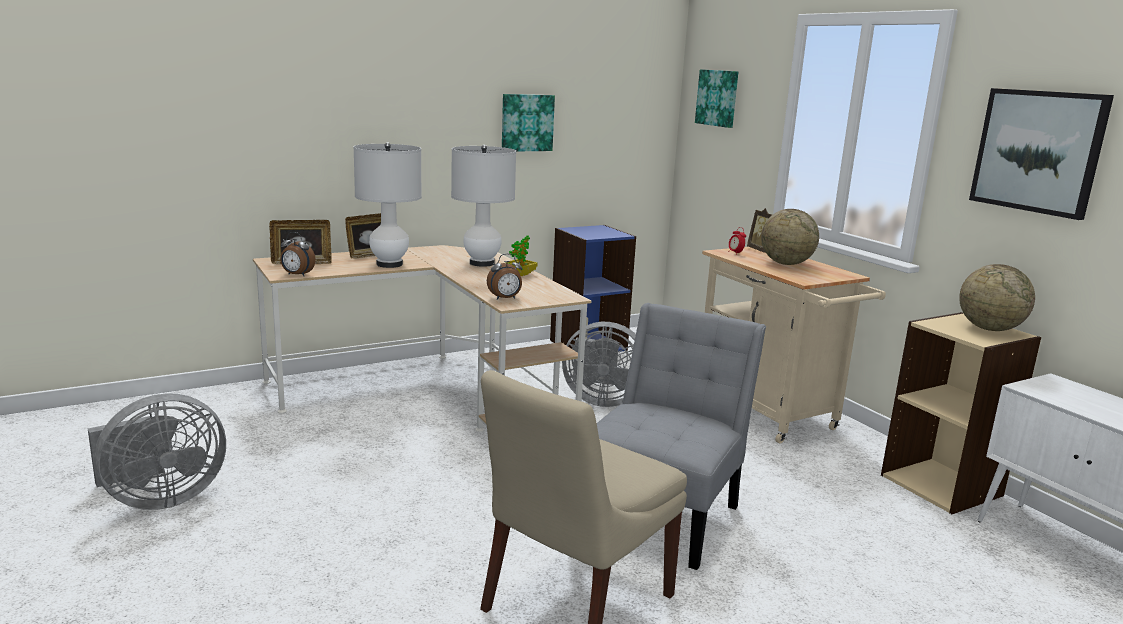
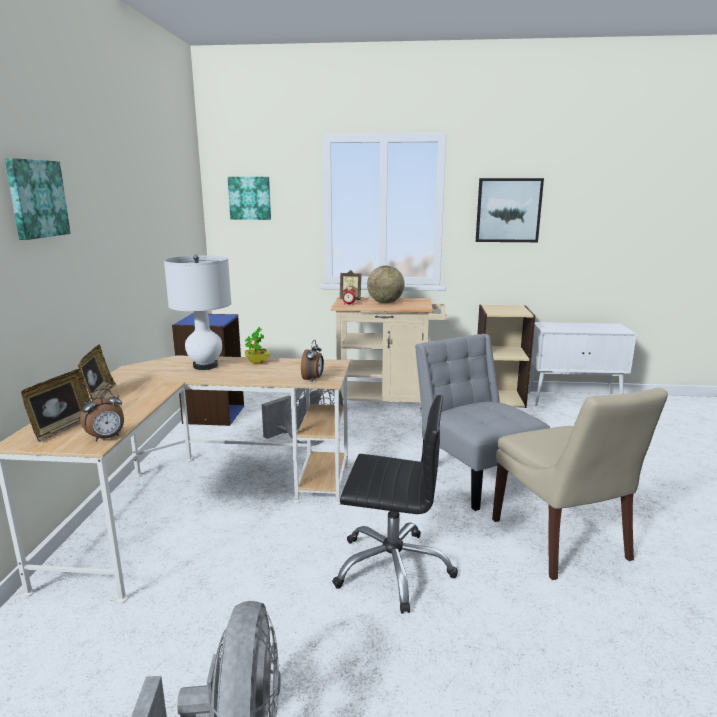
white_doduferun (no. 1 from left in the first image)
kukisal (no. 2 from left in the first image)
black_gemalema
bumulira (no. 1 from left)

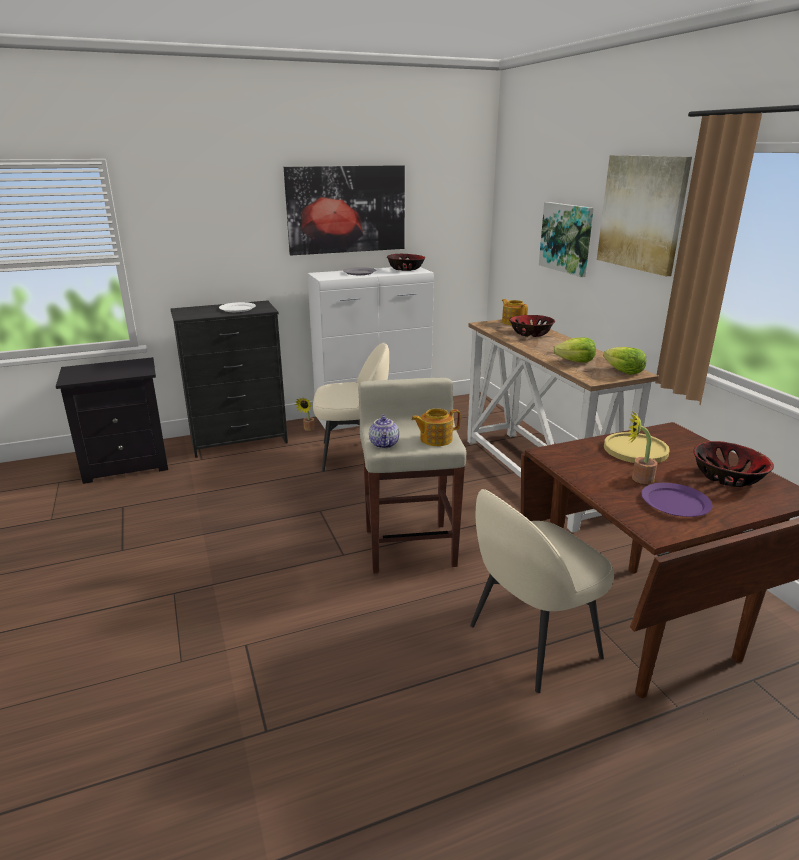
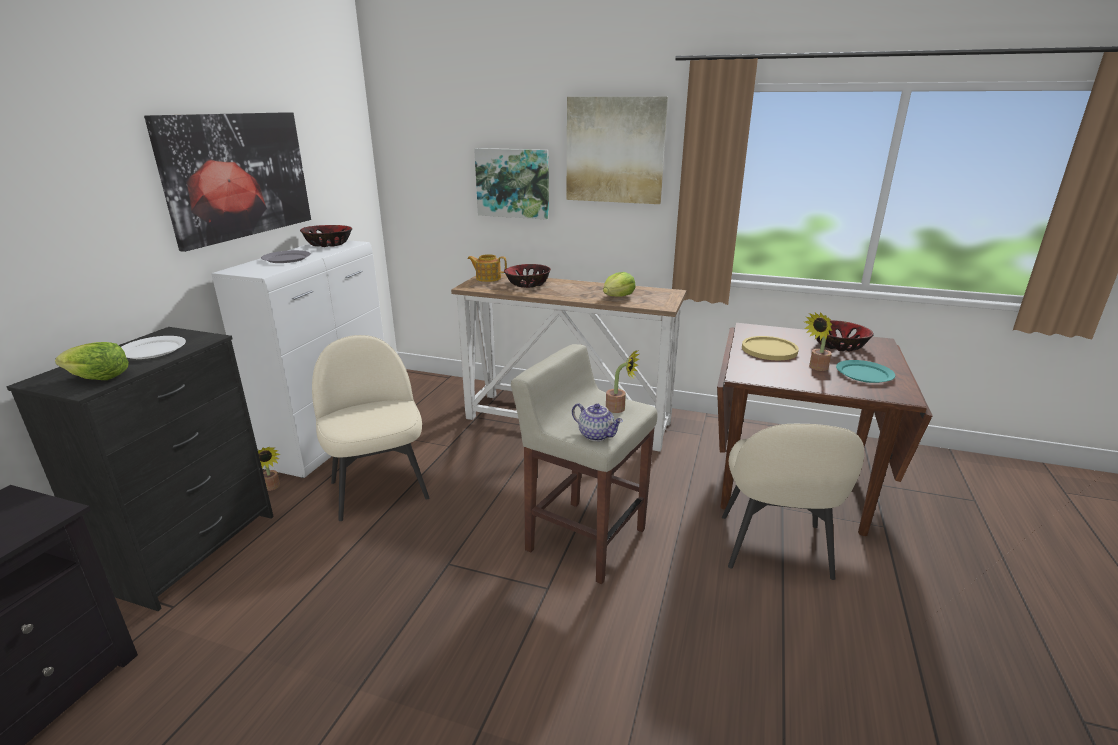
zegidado (no. 1 from left)
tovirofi (no. 2 from left)
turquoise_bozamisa
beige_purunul (no. 1 from left)

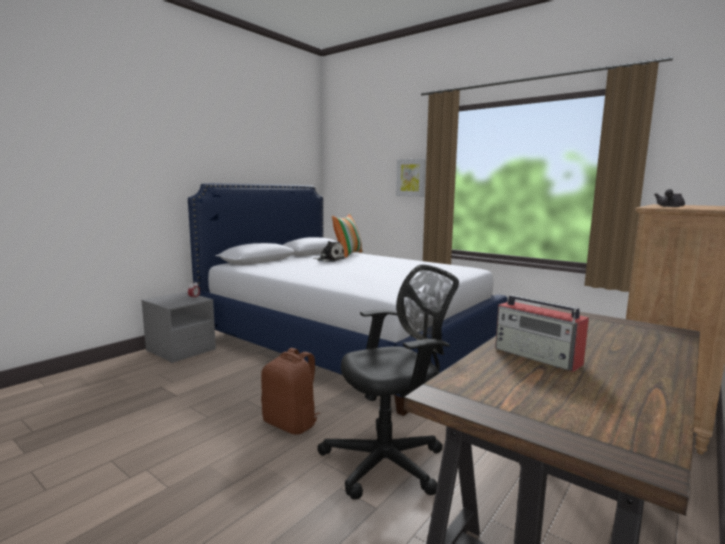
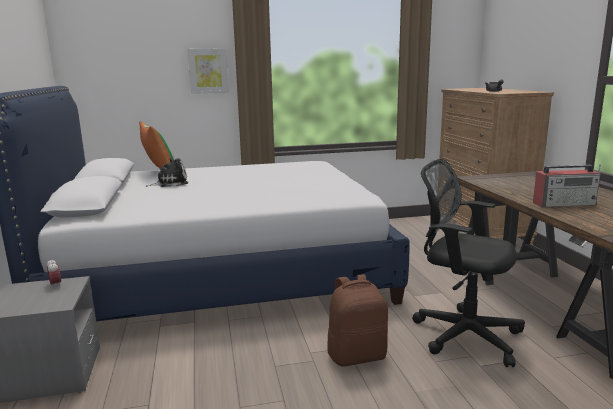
black_gemalema

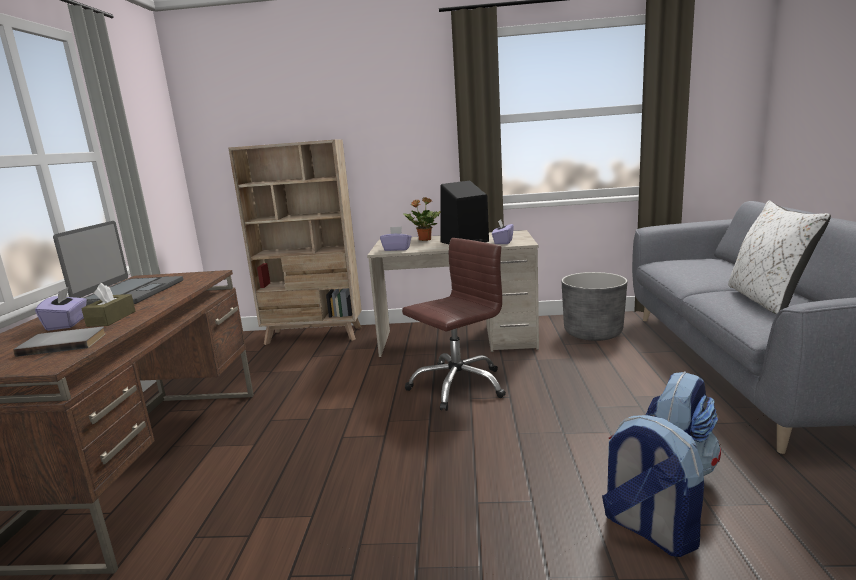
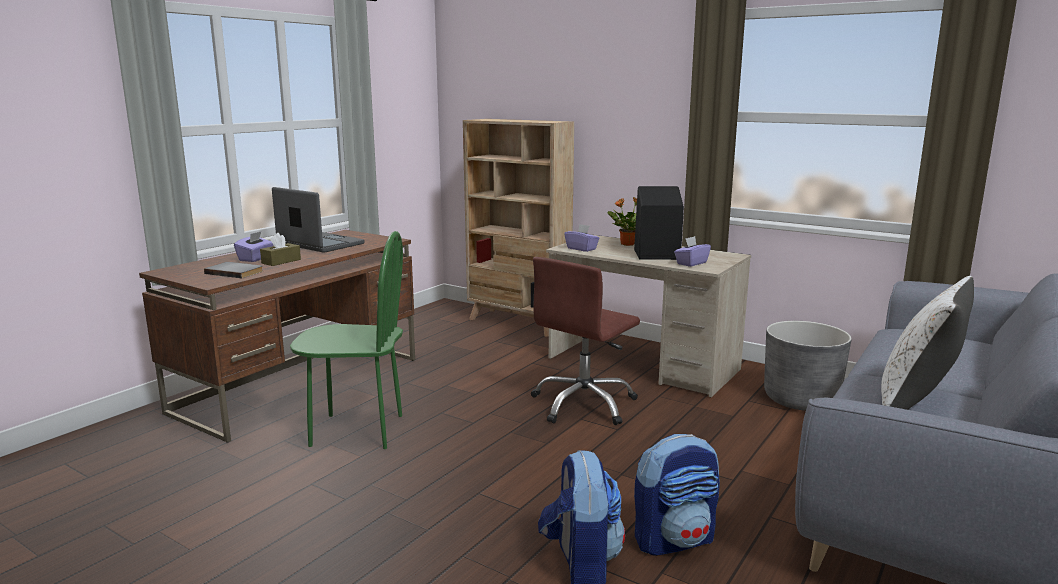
green_purunul
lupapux
brown_gemalema

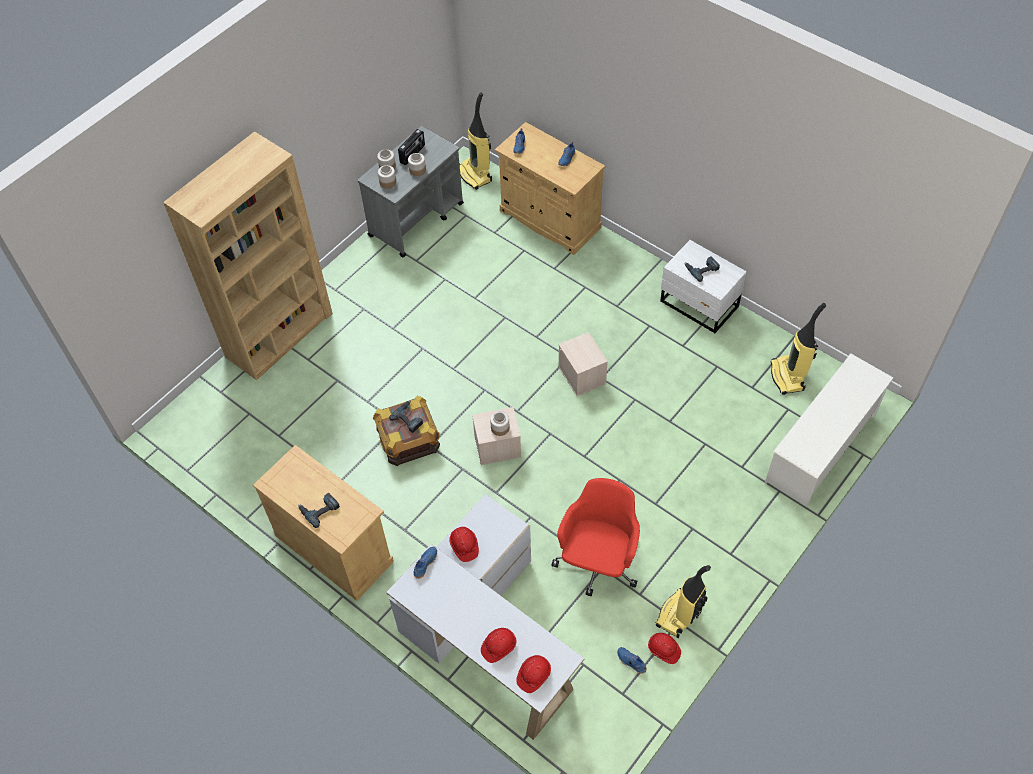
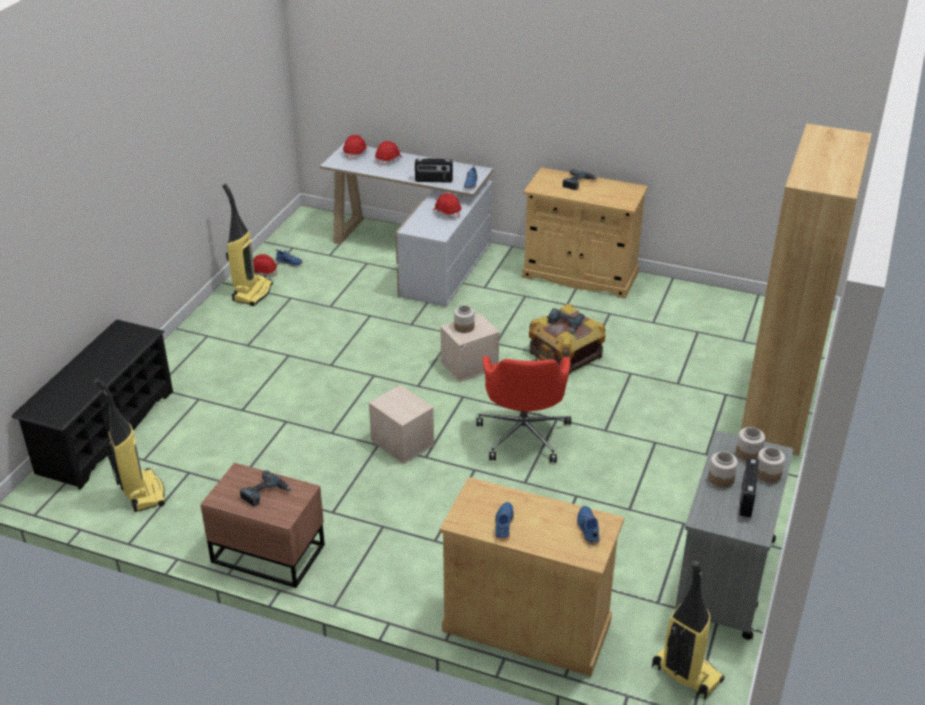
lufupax (no. 1 from left)
red_gemalema
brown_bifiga
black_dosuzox

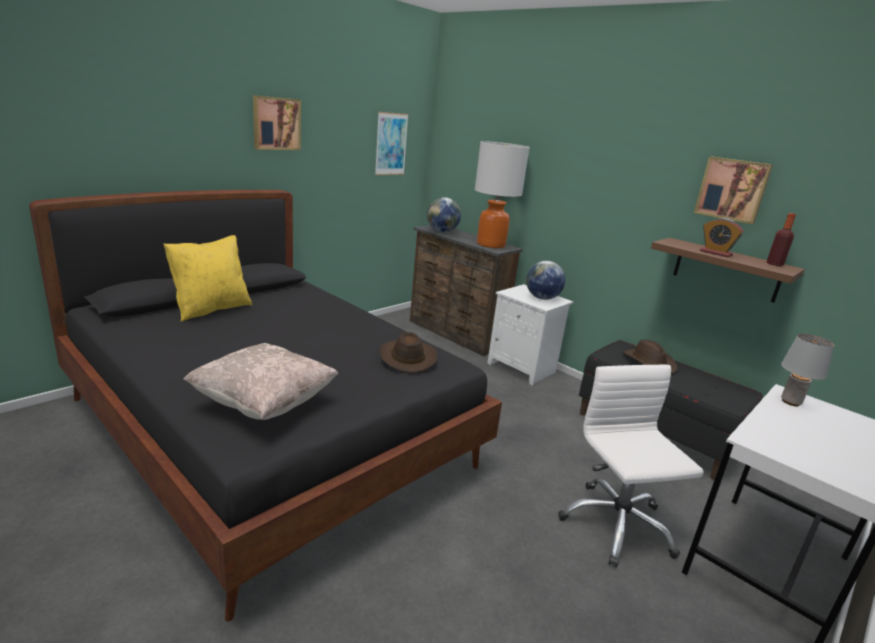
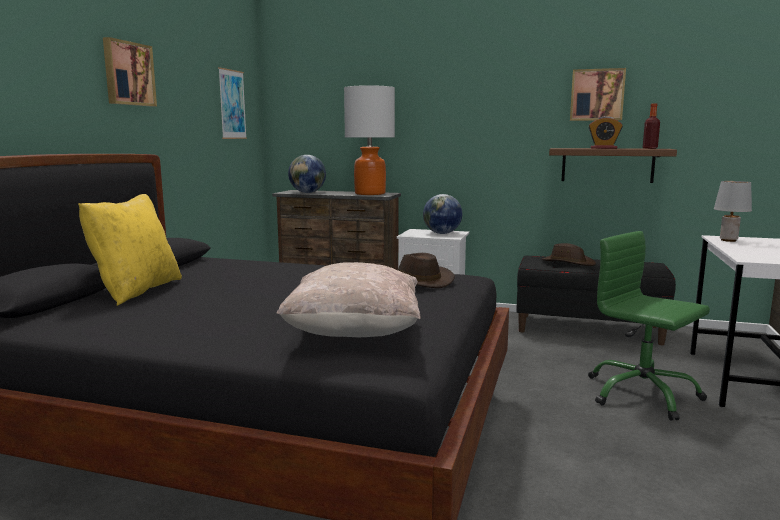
green_gemalema

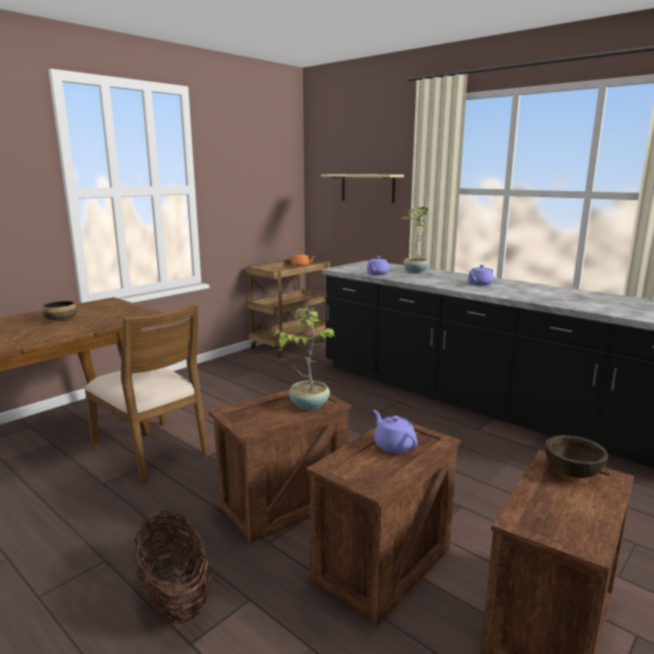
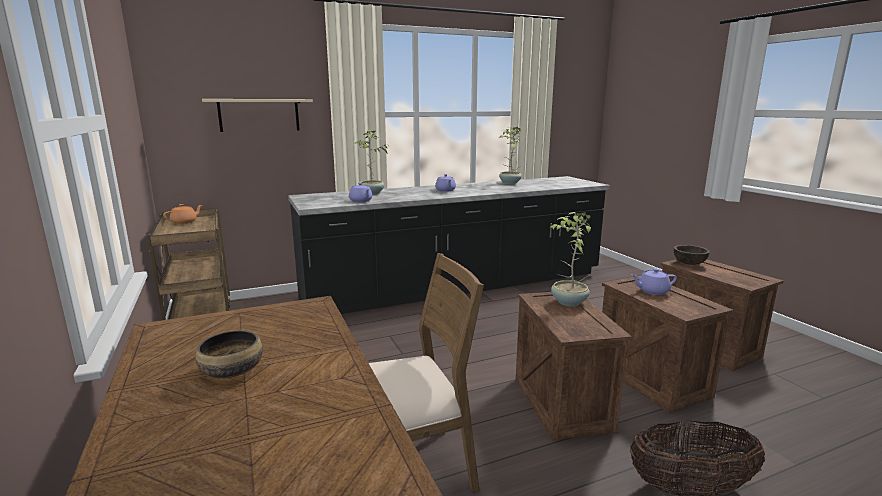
tovirofi (no. 2 from left)

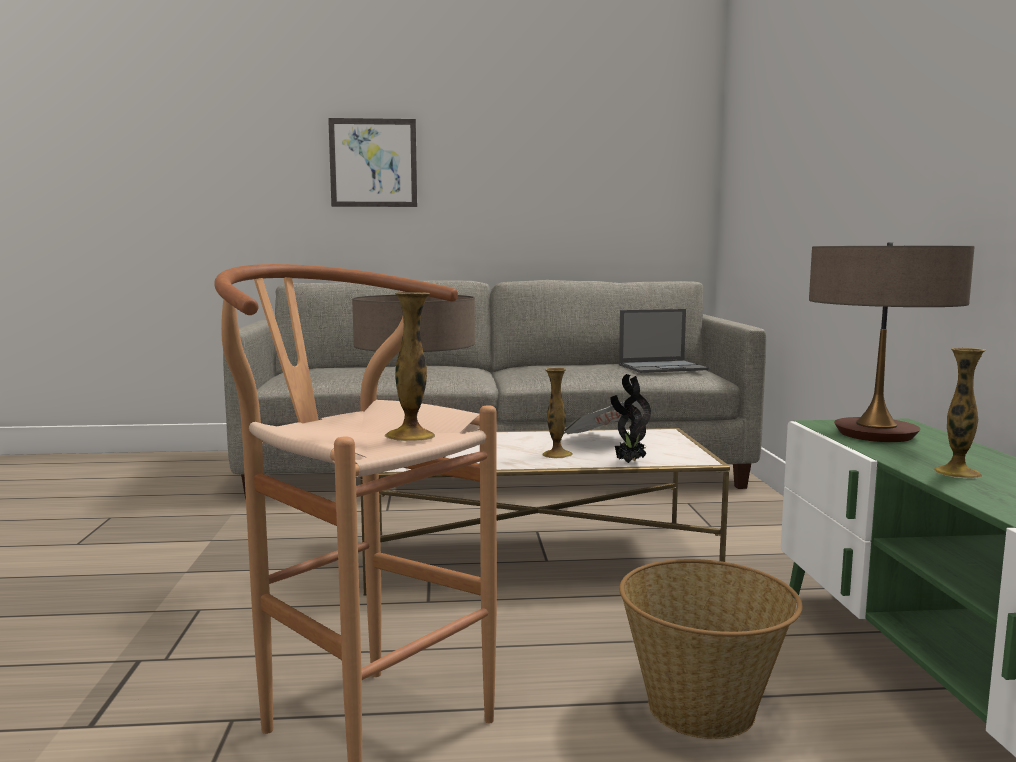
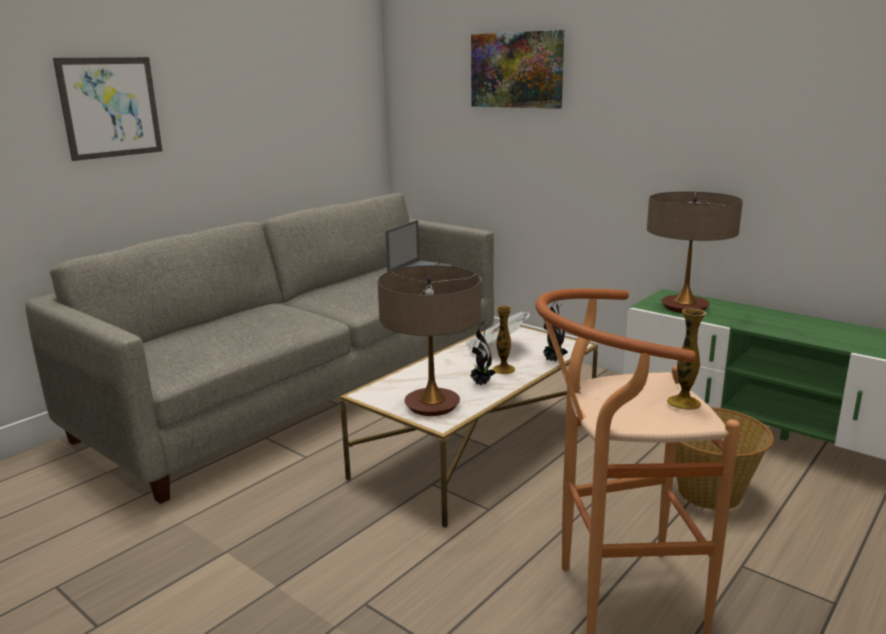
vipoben (no. 3 from left in the first image)
tovirofi (no. 1 from left)
bumulira (no. 2 from left)

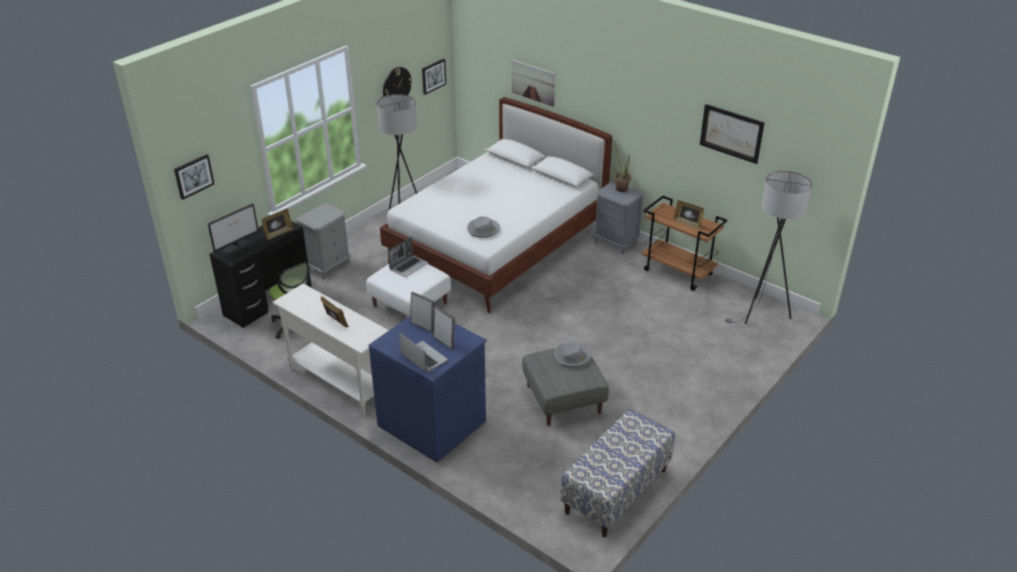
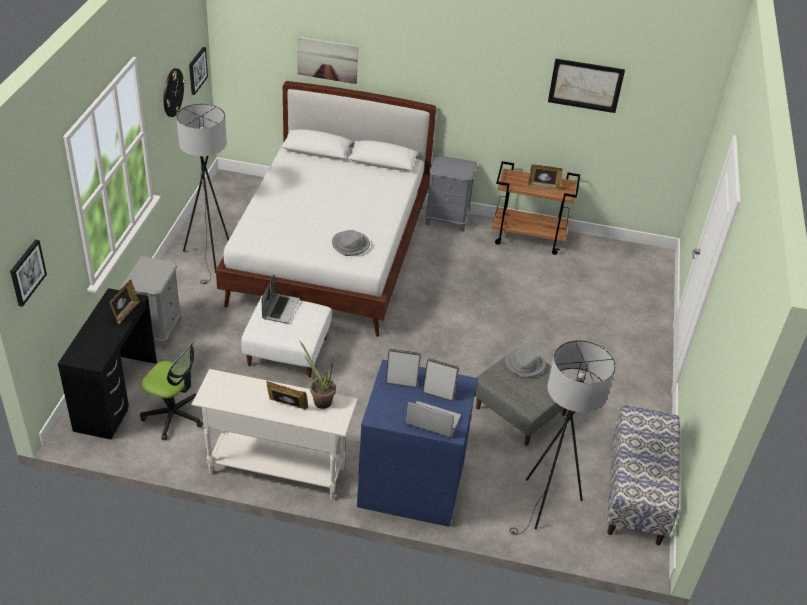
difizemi
tovirofi
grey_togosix (no. 2 from left)

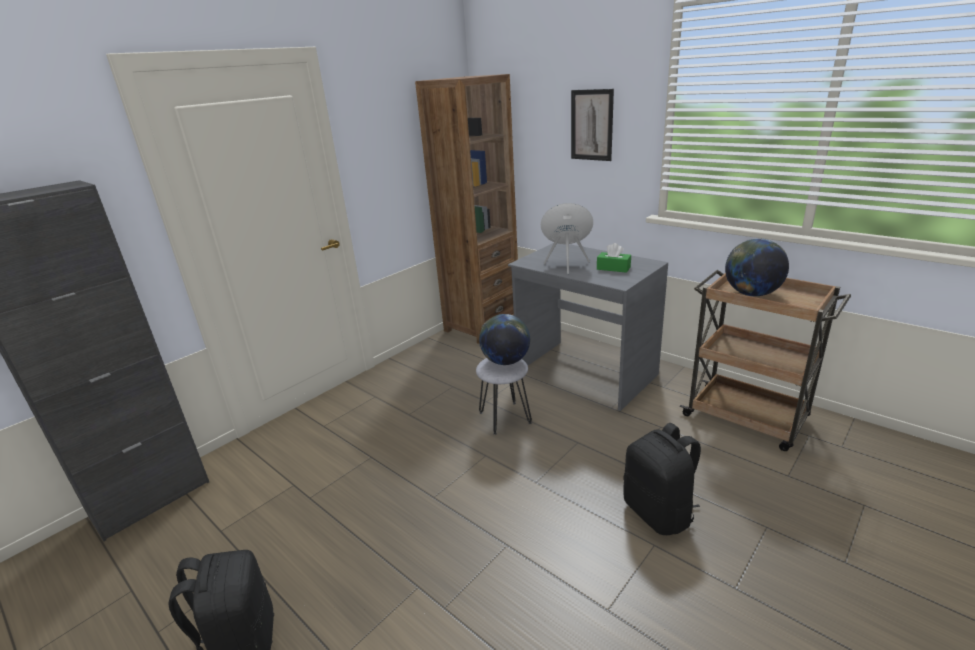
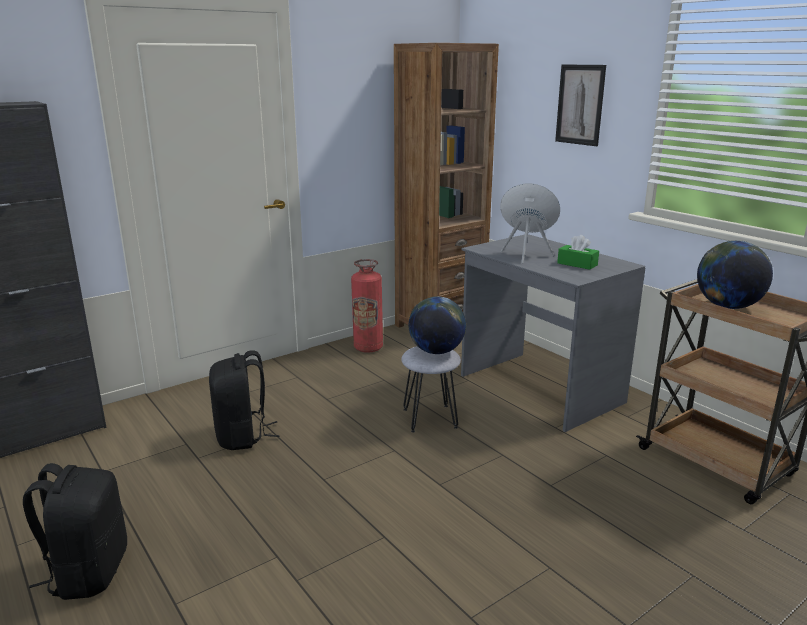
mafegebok
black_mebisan (no. 2 from left)

